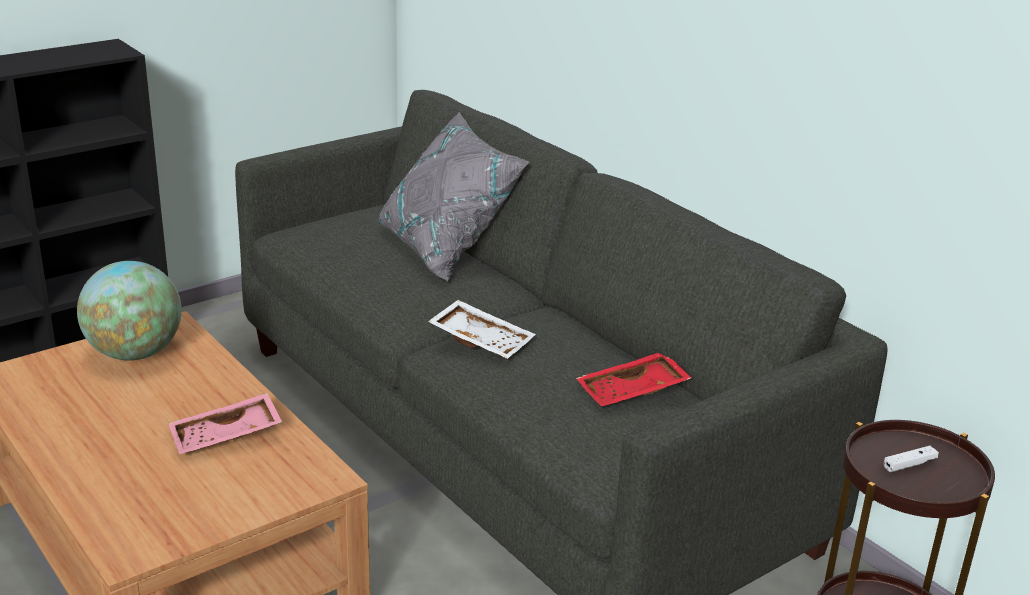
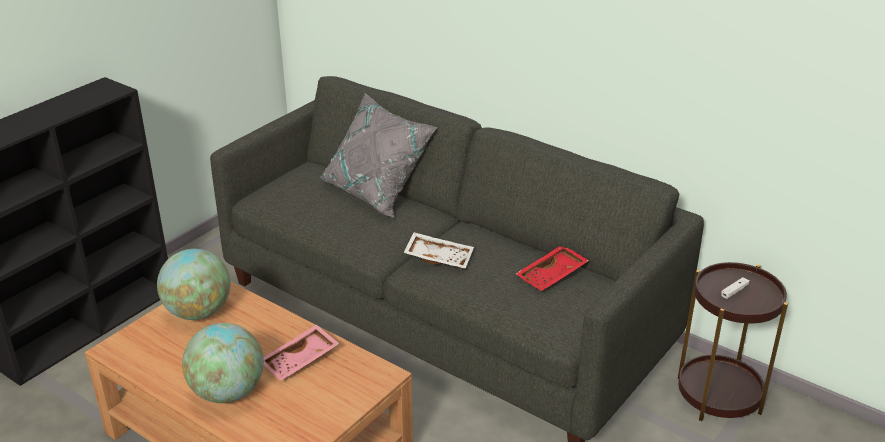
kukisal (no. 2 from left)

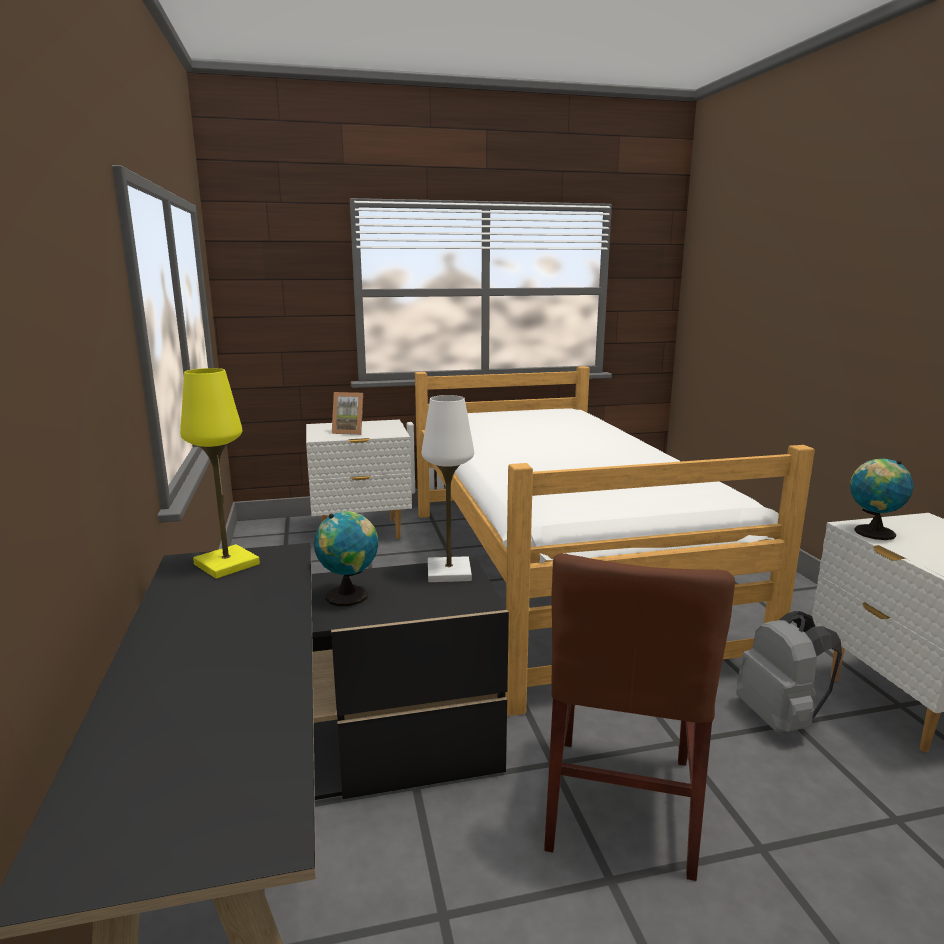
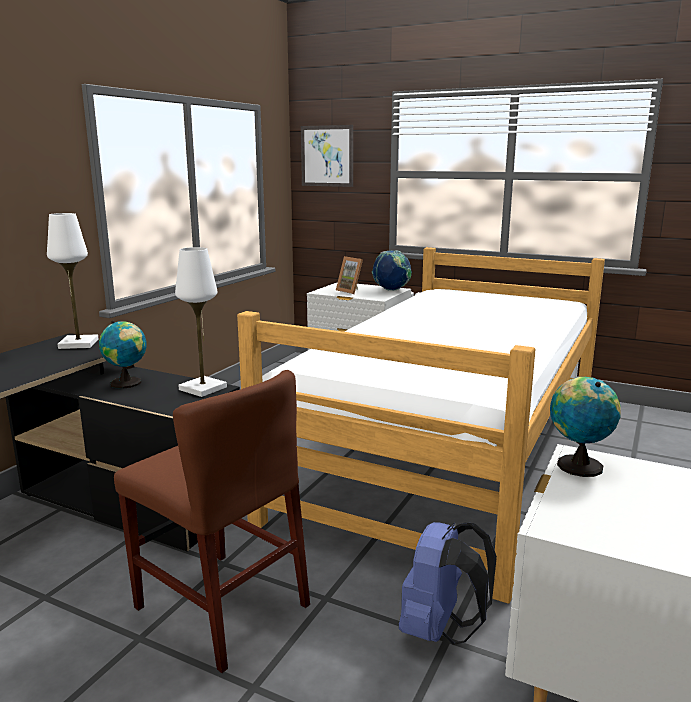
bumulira
kukisal (no. 2 from left)
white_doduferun (no. 1 from left)
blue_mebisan
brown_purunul

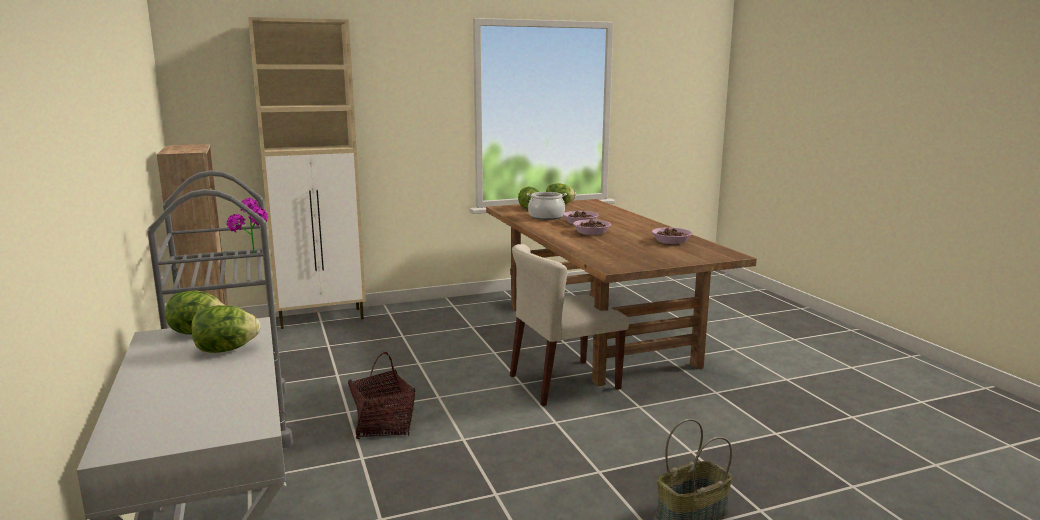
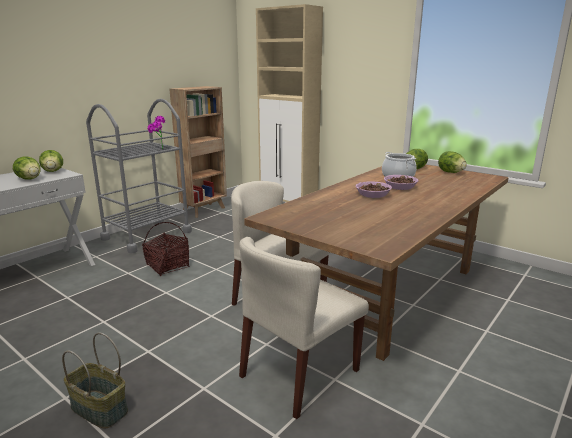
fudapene (no. 3 from left in the first image)
beige_purunul (no. 2 from left)

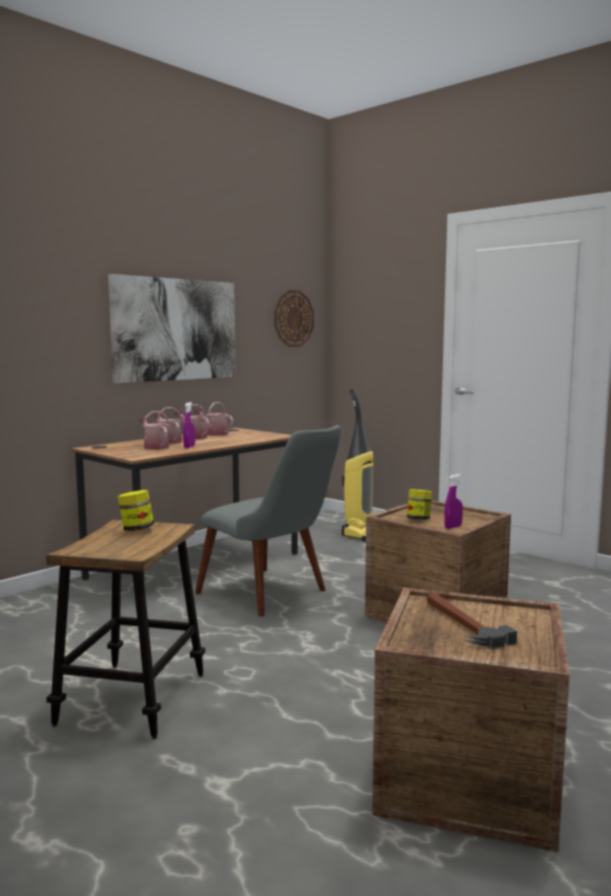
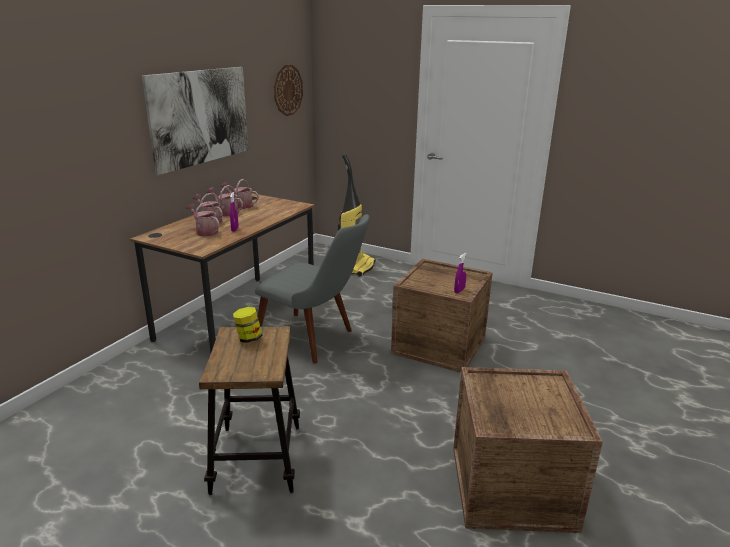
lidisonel (no. 2 from left in the first image)
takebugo

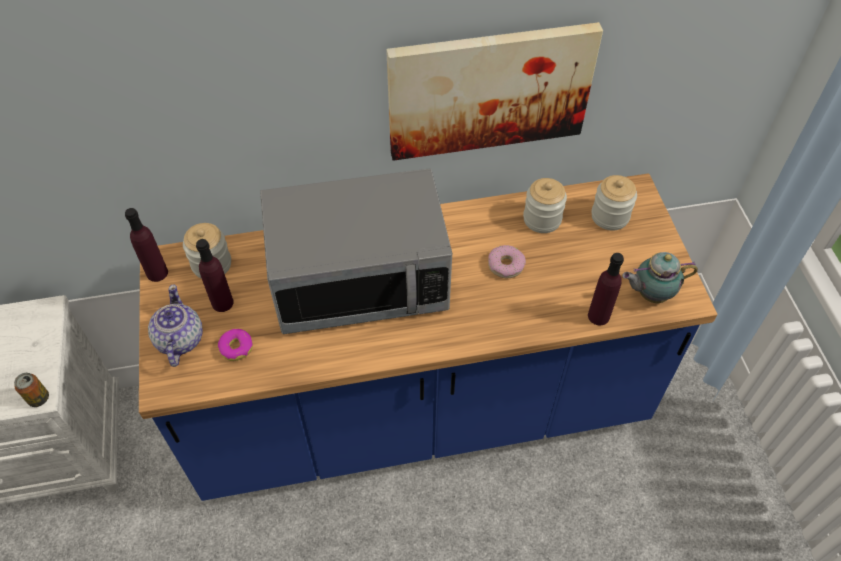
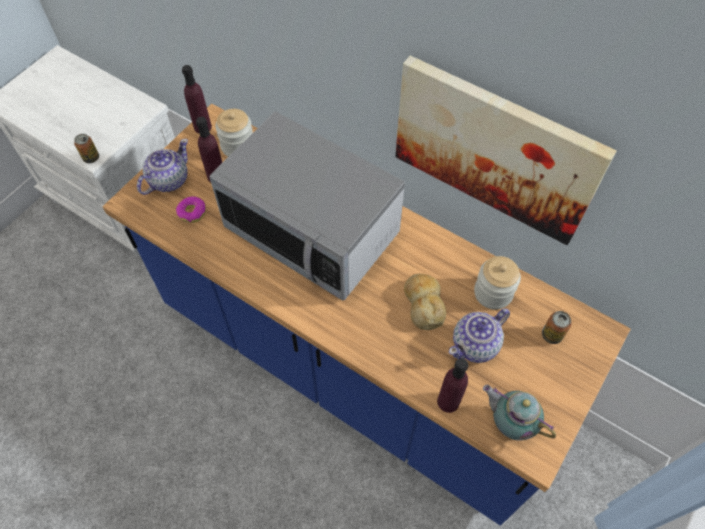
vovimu (no. 2 from left)
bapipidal
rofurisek (no. 2 from left)

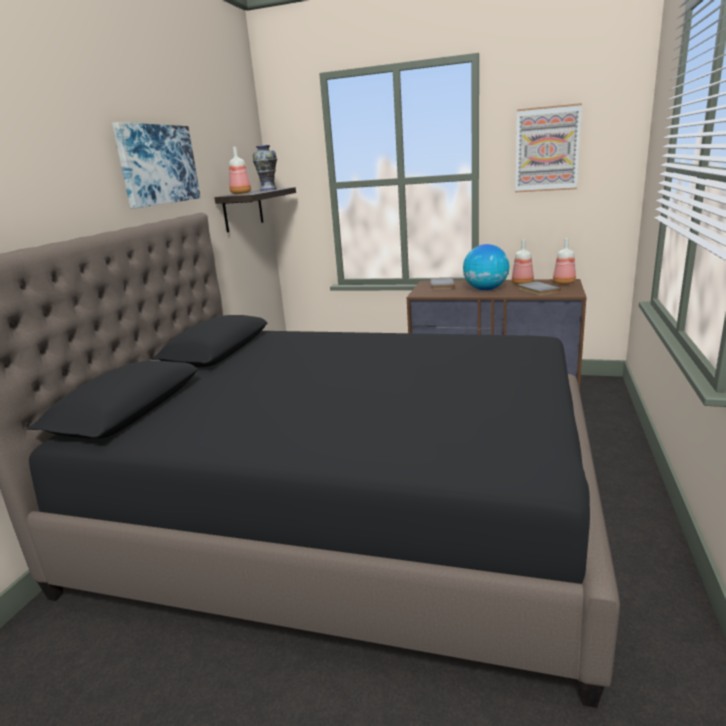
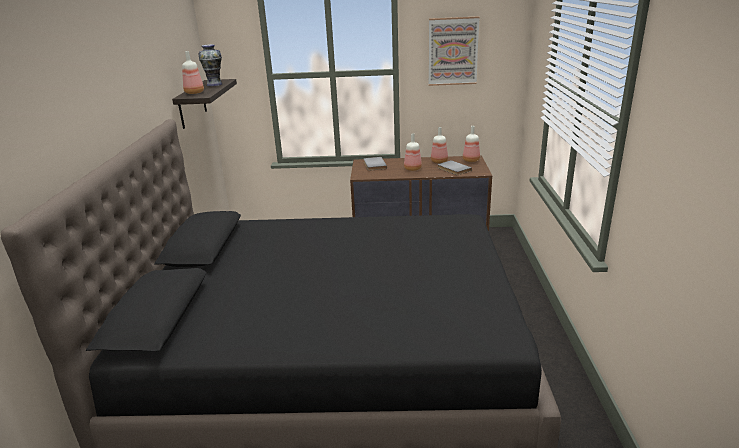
bumulira (no. 1 from left in the first image)
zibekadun (no. 2 from left)

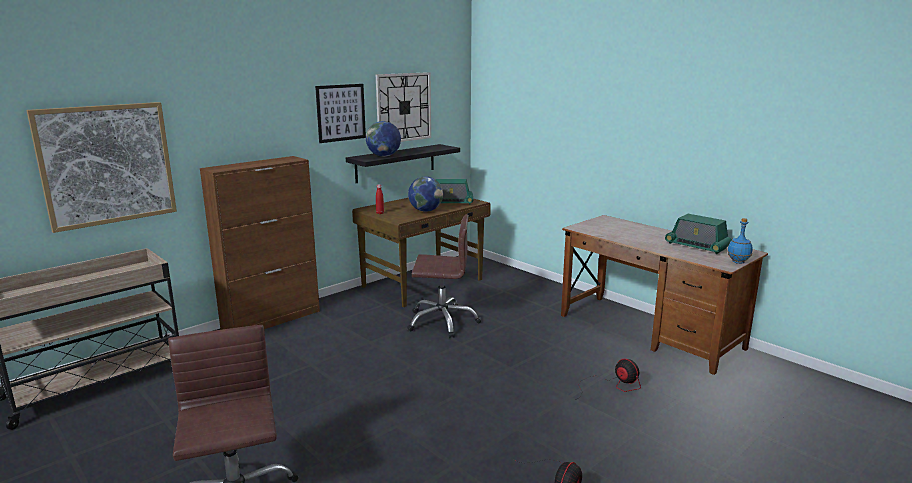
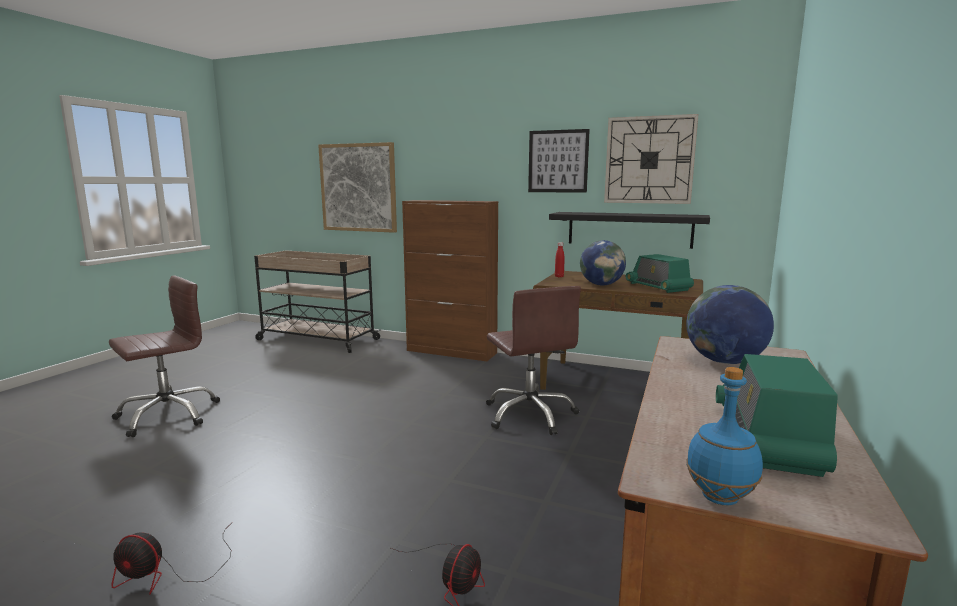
kukisal (no. 2 from left)

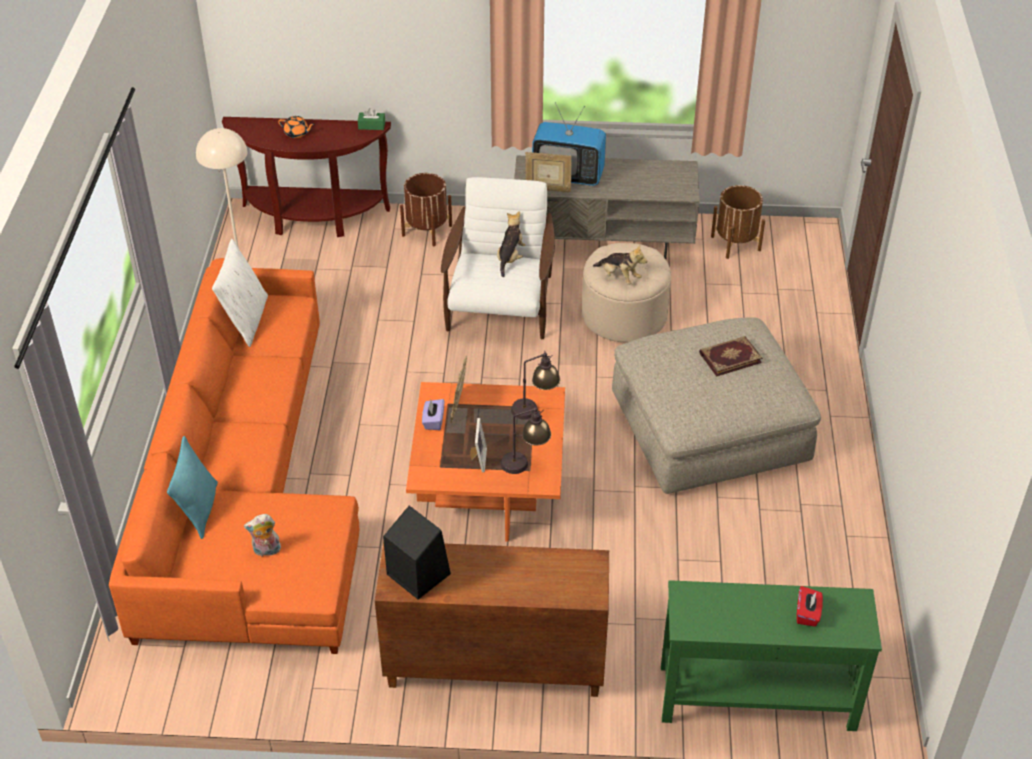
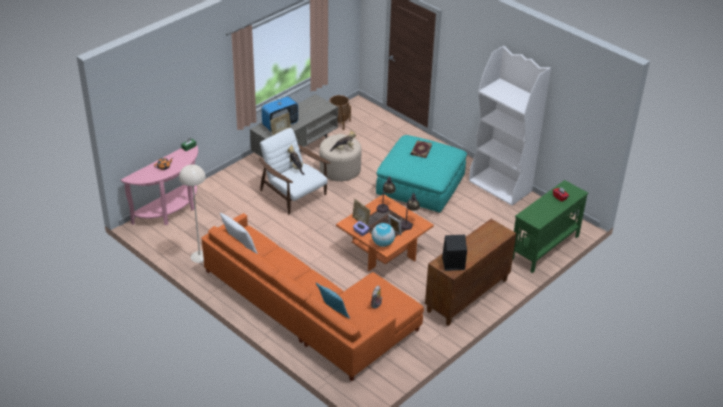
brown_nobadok (no. 1 from left in the first image)
kukisal
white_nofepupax
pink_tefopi
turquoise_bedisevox

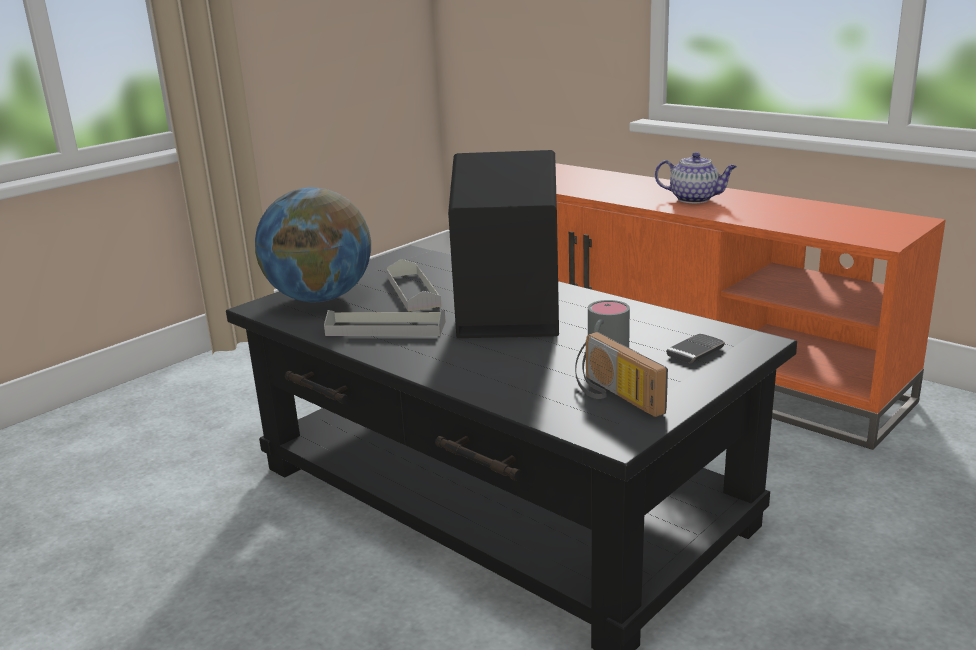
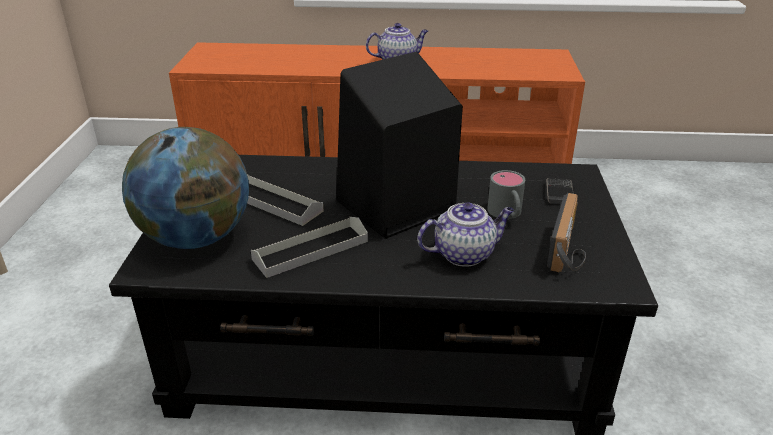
vovimu (no. 2 from left)
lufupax

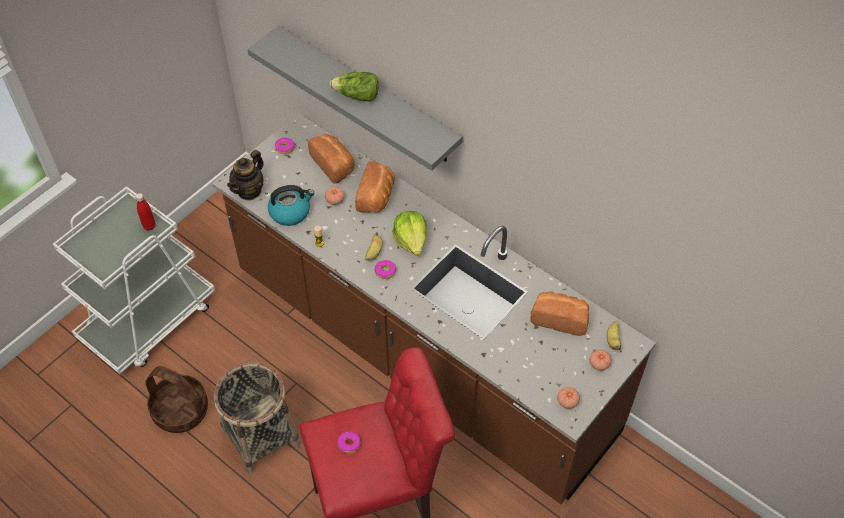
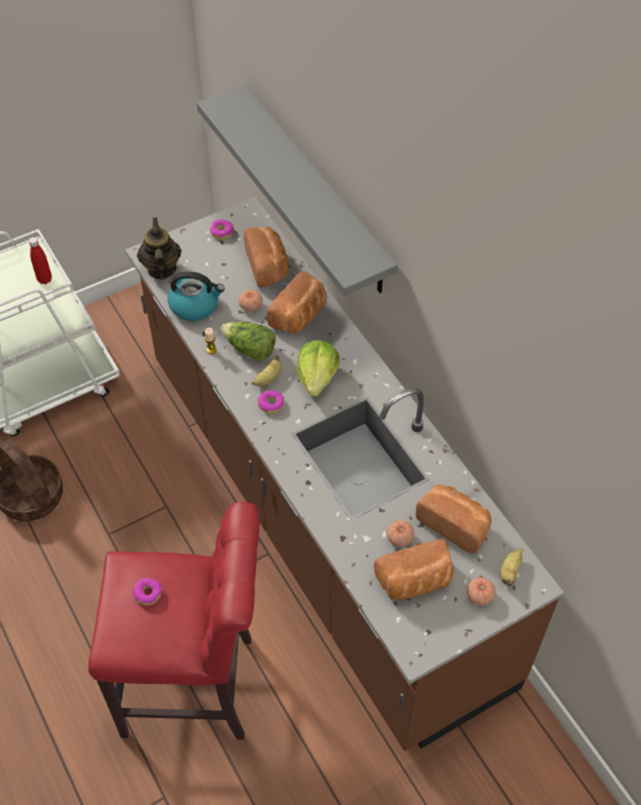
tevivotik (no. 2 from left in the first image)
bapipidal (no. 3 from left)
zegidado (no. 1 from left)
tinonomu (no. 2 from left)
vovimu

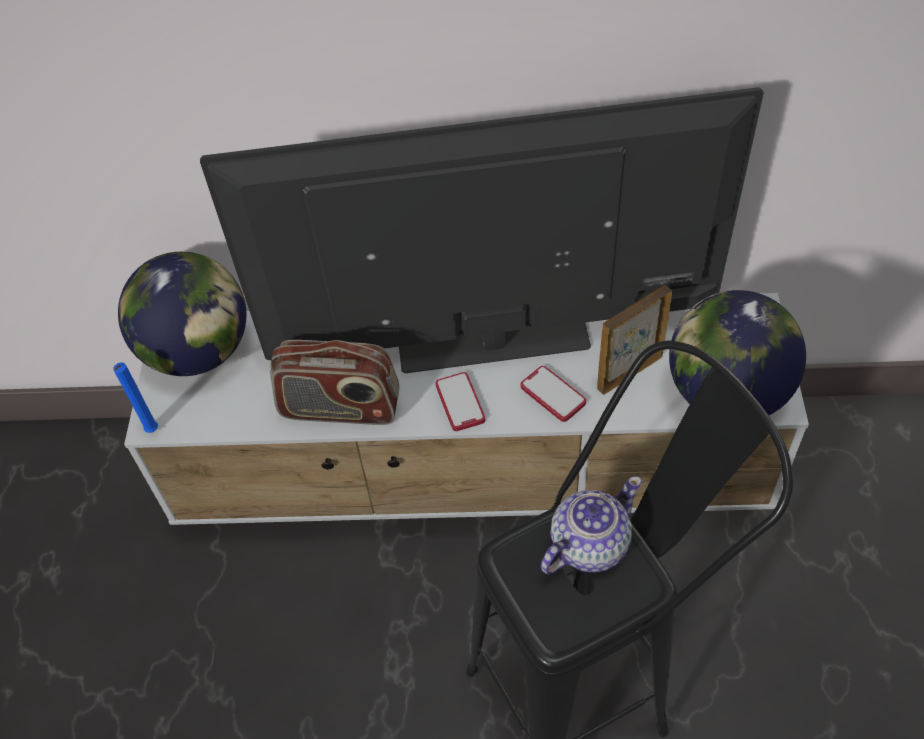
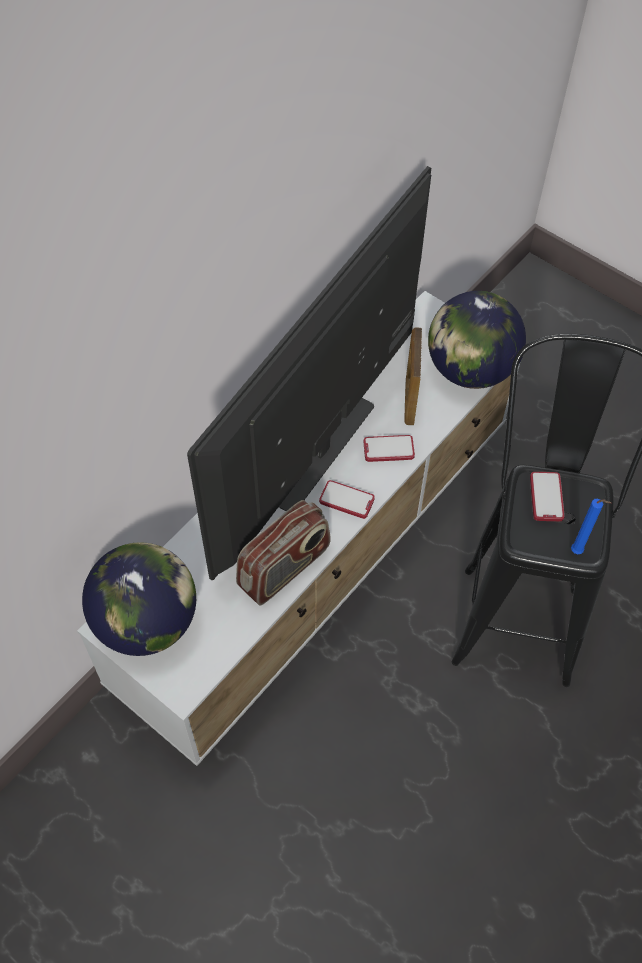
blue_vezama
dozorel (no. 3 from left)

